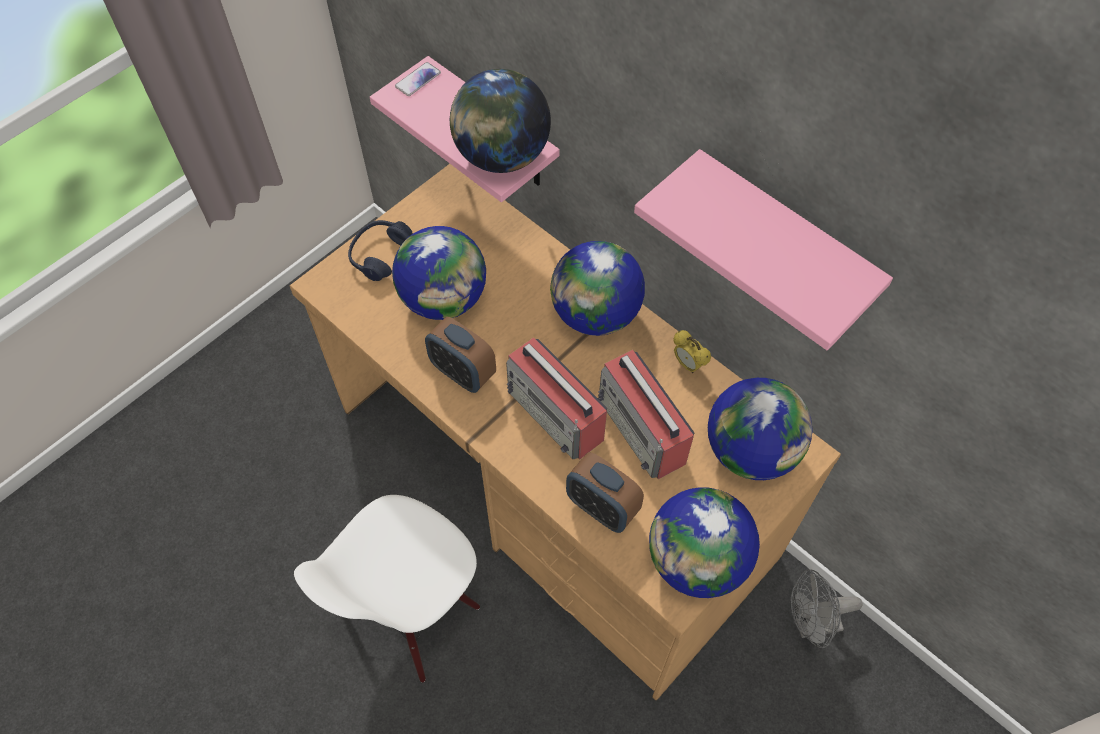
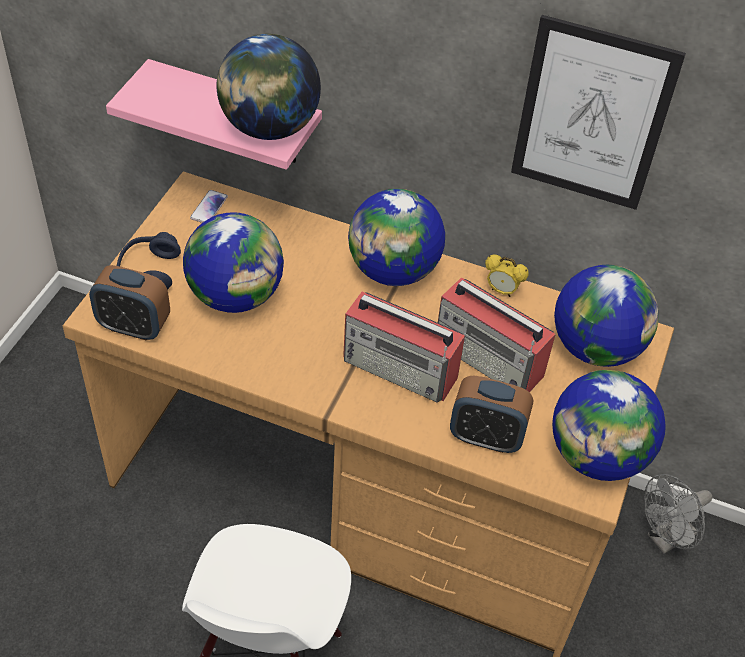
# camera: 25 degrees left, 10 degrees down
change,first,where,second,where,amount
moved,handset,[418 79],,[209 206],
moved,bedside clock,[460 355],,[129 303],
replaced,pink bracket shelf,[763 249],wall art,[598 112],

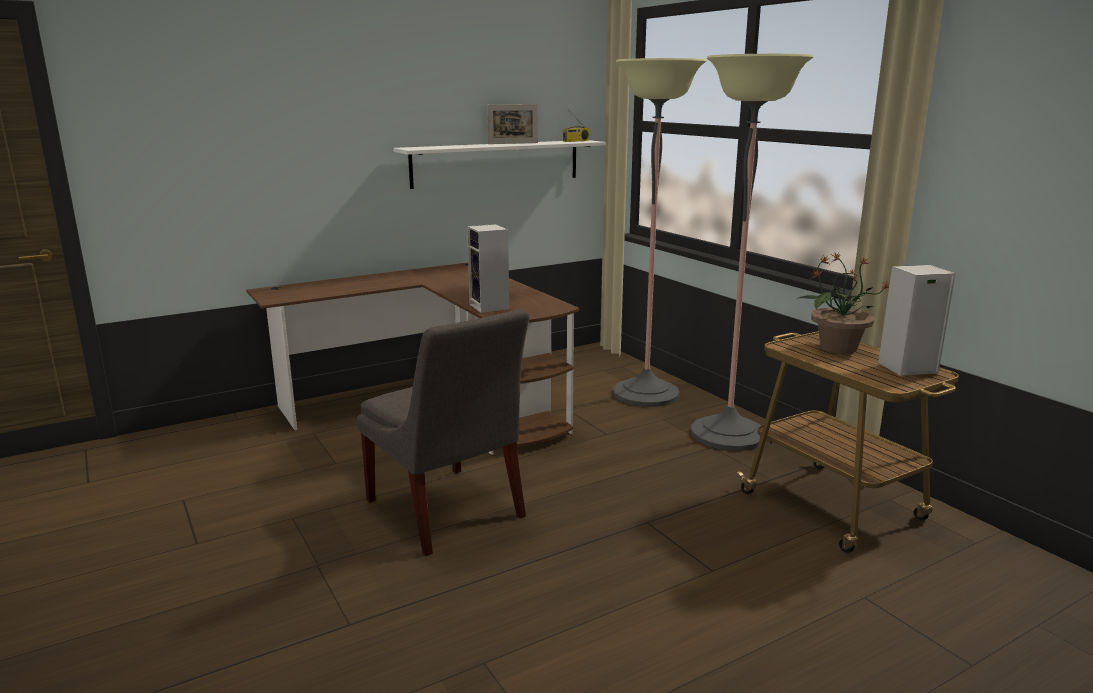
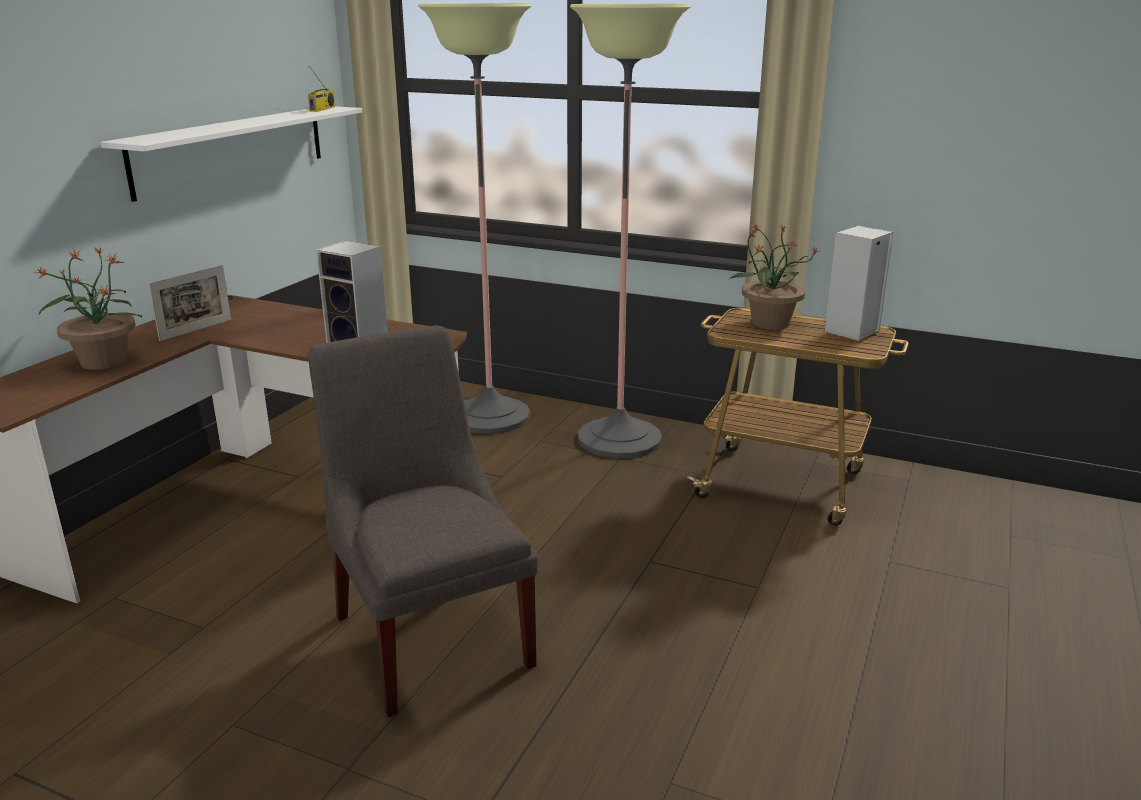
# camera: 35 degrees left, 5 degrees up
change,first,where,second,where,amount
turned,grey upright chair,[443 432],,[423 521],135 degrees counterclockwise
moved,standing frame,[512 124],,[189 303],
added,,,houseplant,[88 308],

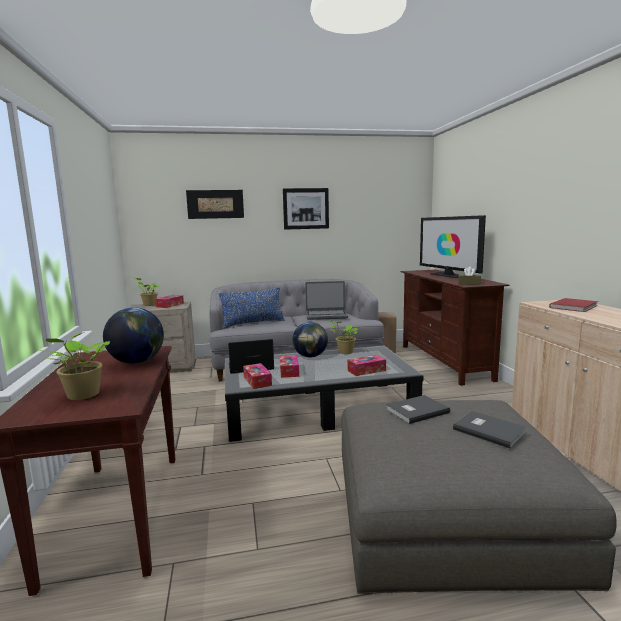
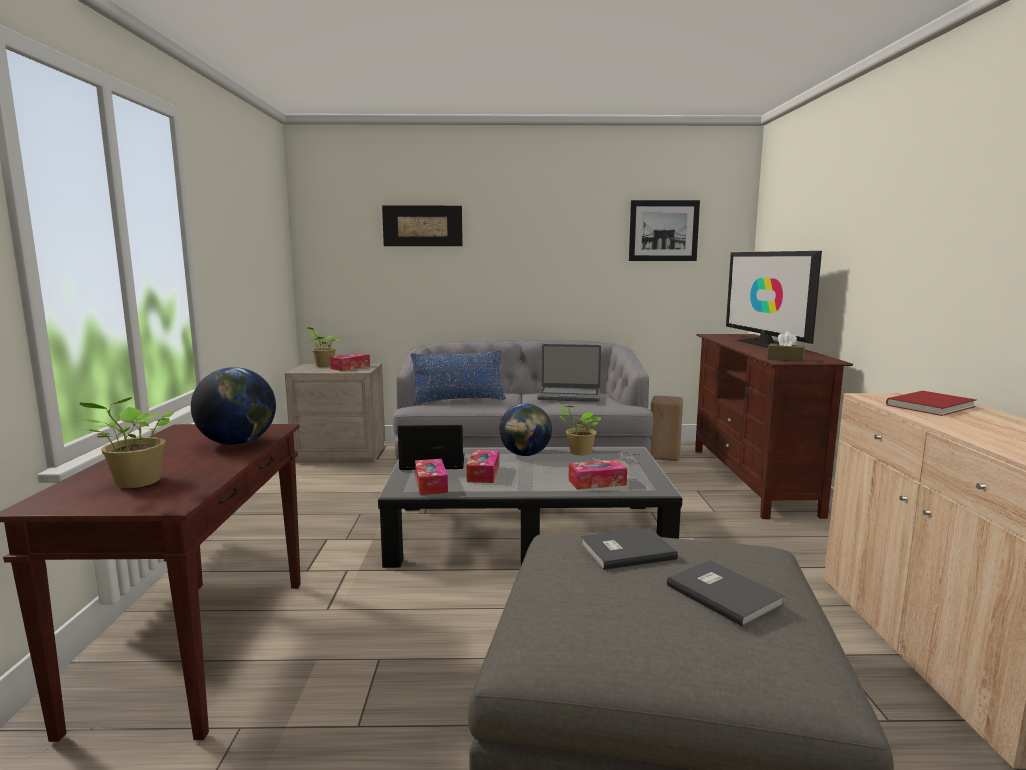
# camera: 10 degrees right, 0 degrees up
change,first,where,second,where,amount
moved,wall art,[306 209],,[664 230],

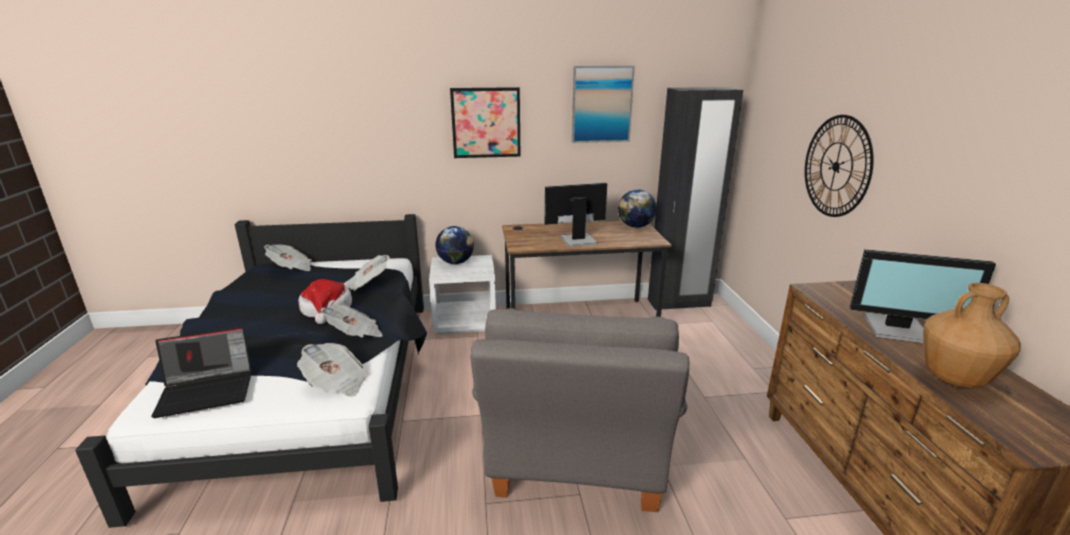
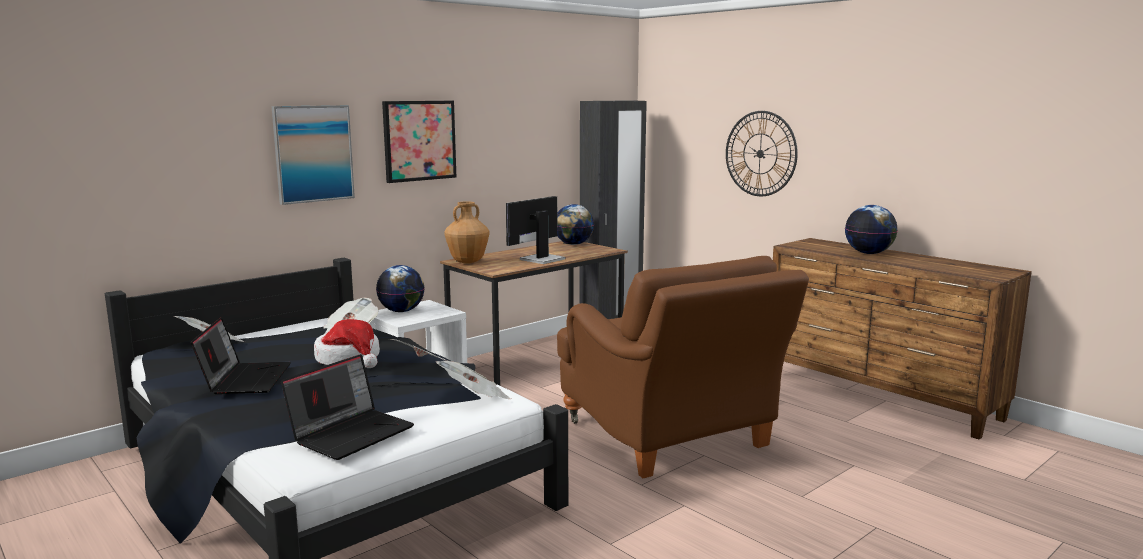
# camera: 35 degrees left, 10 degrees down
change,first,where,second,where,amount
recoloured,grey easy chair,[580 410],brown easy chair,[683 367],
moved,wall art,[603 104],,[313 155],
replaced,computer display,[923 296],globe,[871 229],
moved,brown decorative vase,[972 335],,[466 232],
added,,,laptop,[241 355],

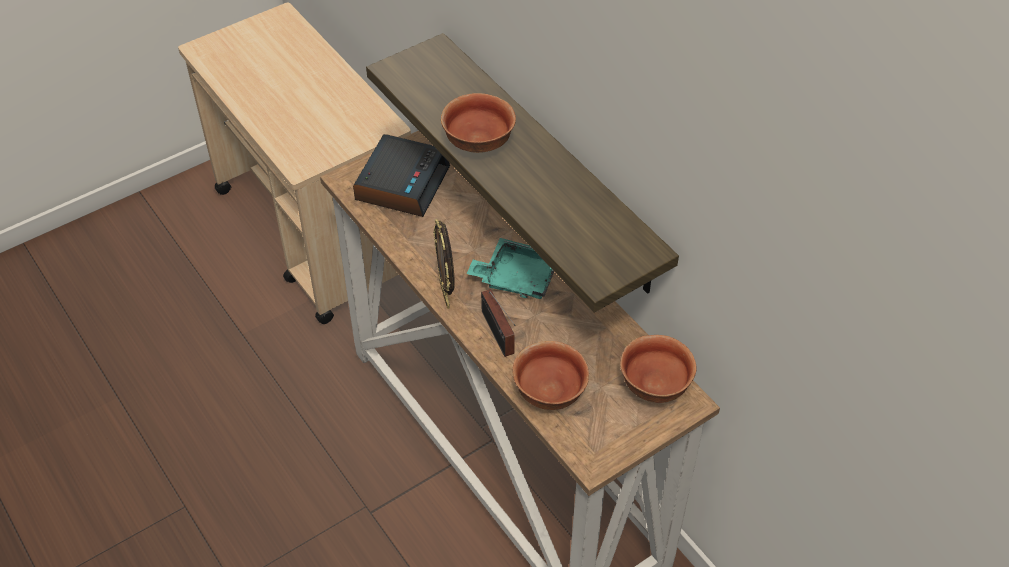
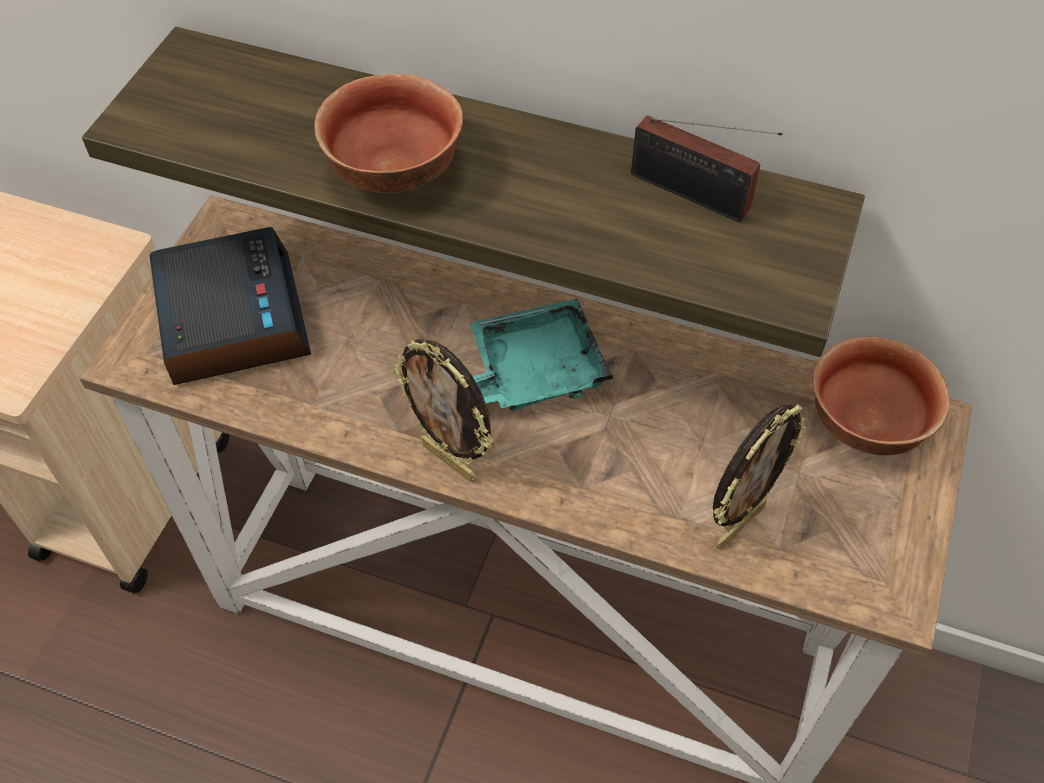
# camera: 35 degrees left, 5 degrees up
change,first,where,second,where,amount
moved,radio receiver,[498 323],,[707 168],
replaced,deep dish,[551 375],standing frame,[760 476],

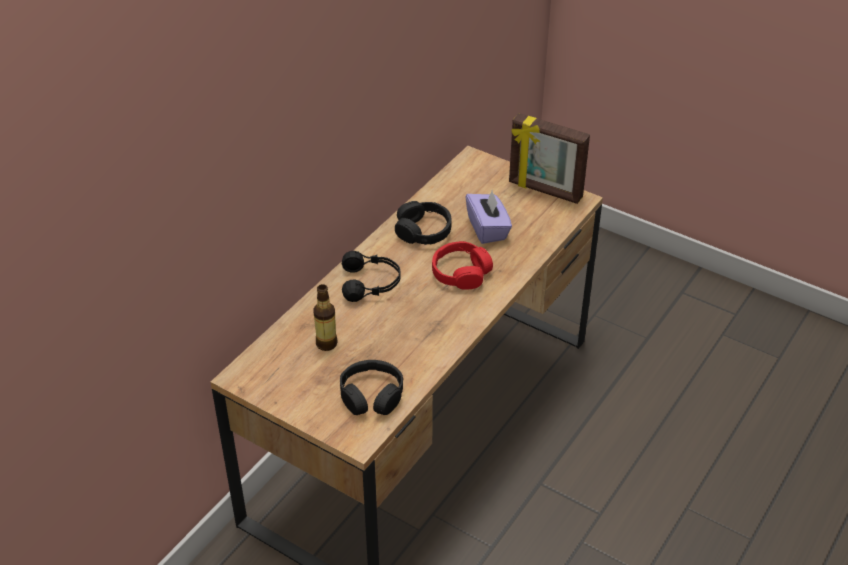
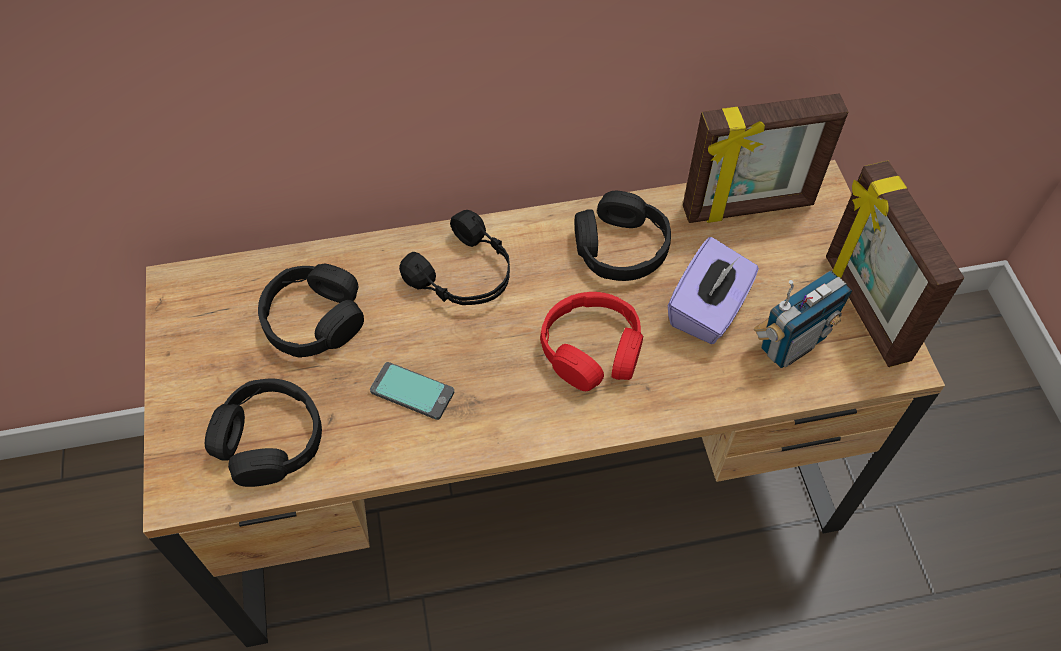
# camera: 45 degrees right, 15 degrees up
change,first,where,second,where,amount
replaced,bottle,[325 317],black headset,[311 311],
added,,,handset,[412 391],
added,,,standing frame,[765 158],
added,,,radio receiver,[803 319],

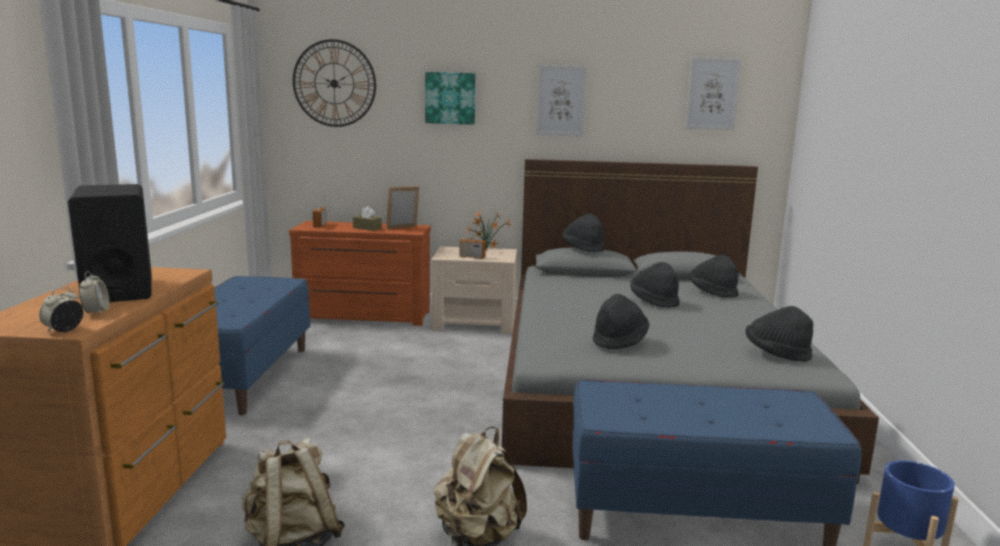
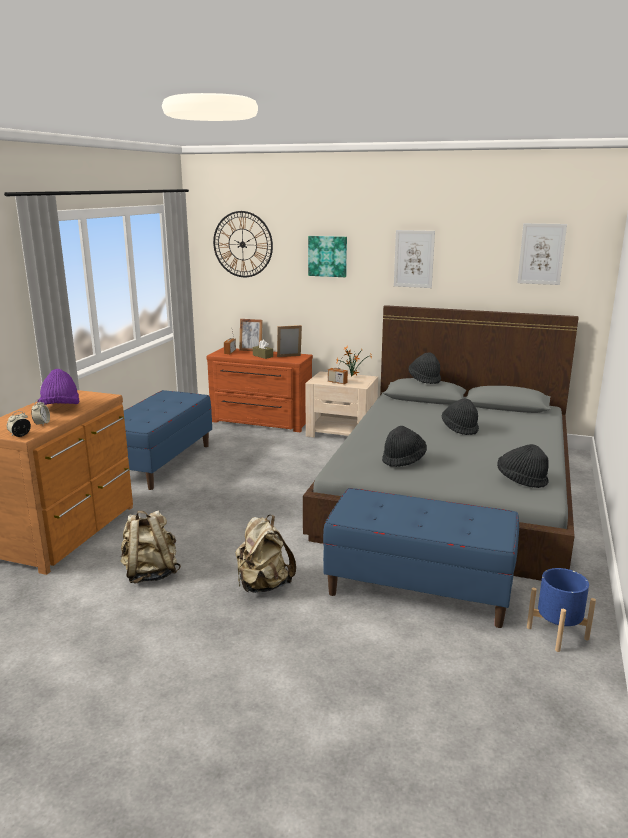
# camera: 15 degrees right, 5 degrees up
change,first,where,second,where,amount
replaced,black audio speaker,[110 243],purple hat,[58 387],
removed,black hat,[714 276],,,
added,,,standing frame,[251 335],

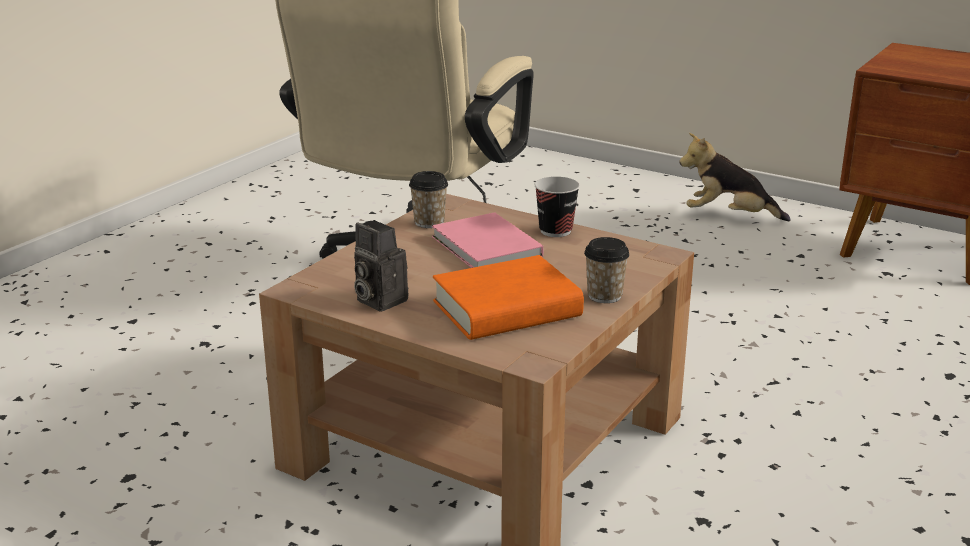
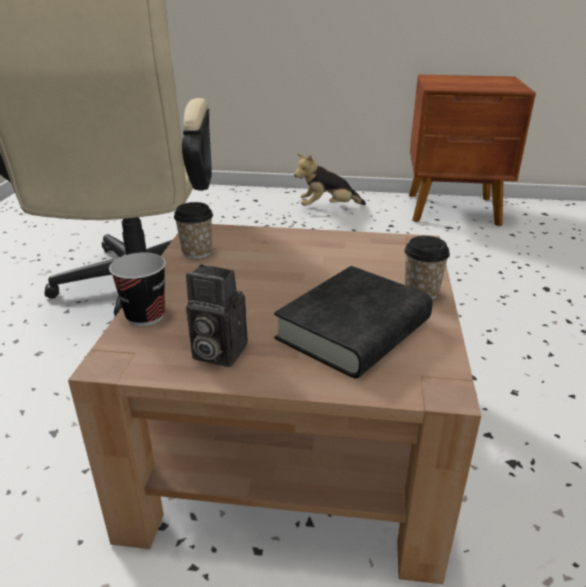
# camera: 25 degrees left, 5 degrees up
change,first,where,second,where,amount
removed,pink volume,[487 240],,,
recoloured,orangey volume,[508 297],black volume,[353 322],
moved,drinking cup,[557 207],,[137 289],

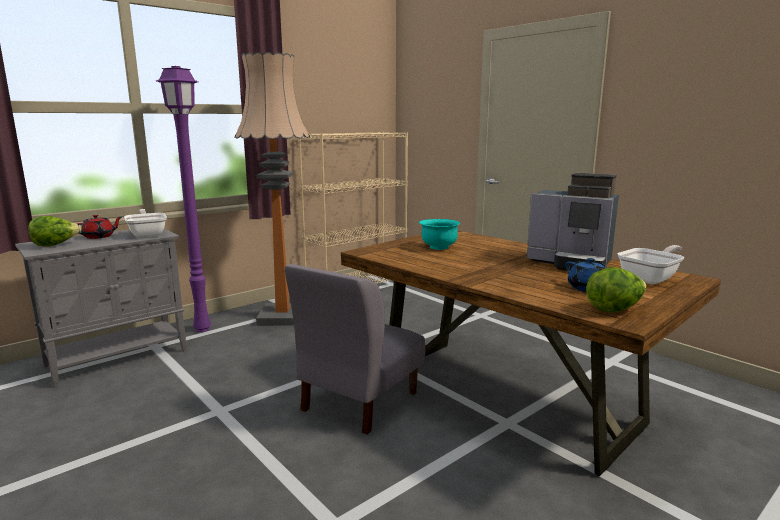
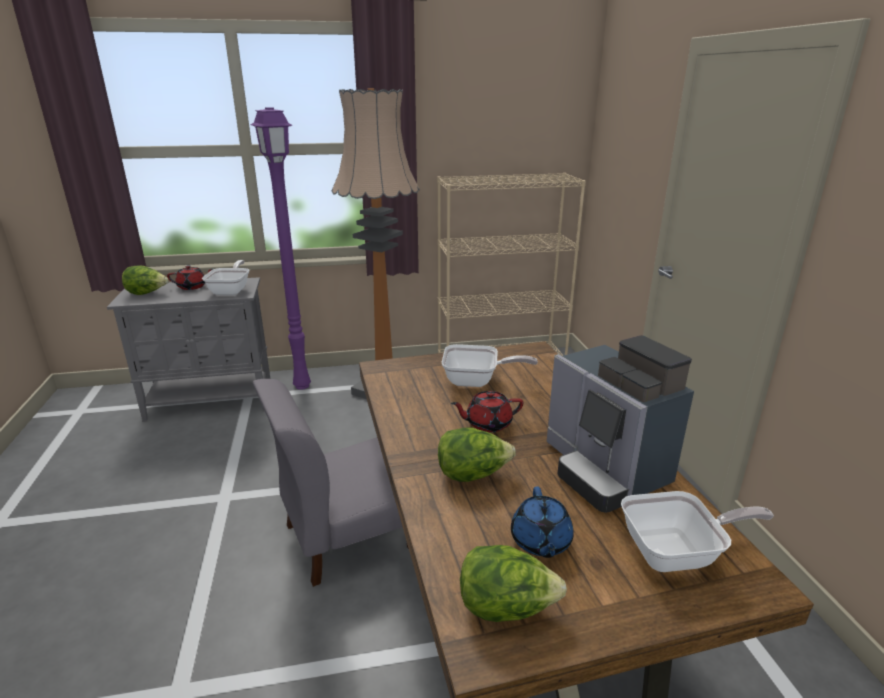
# camera: 30 degrees right, 10 degrees up
change,first,where,second,where,amount
replaced,blue-green deep dish,[439 234],skillet,[490 365],
added,,,lettuce head,[477 455],
added,,,red teapot,[487 411],

